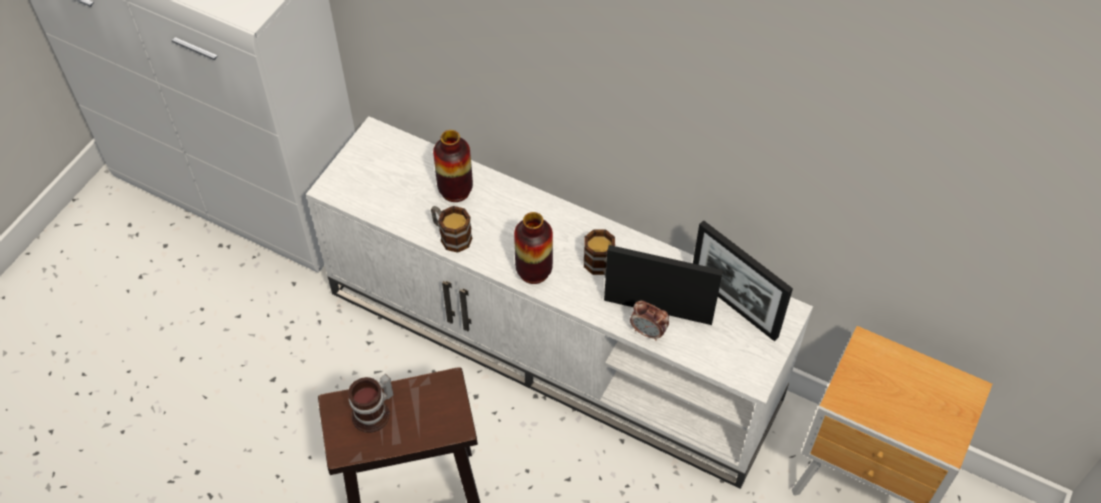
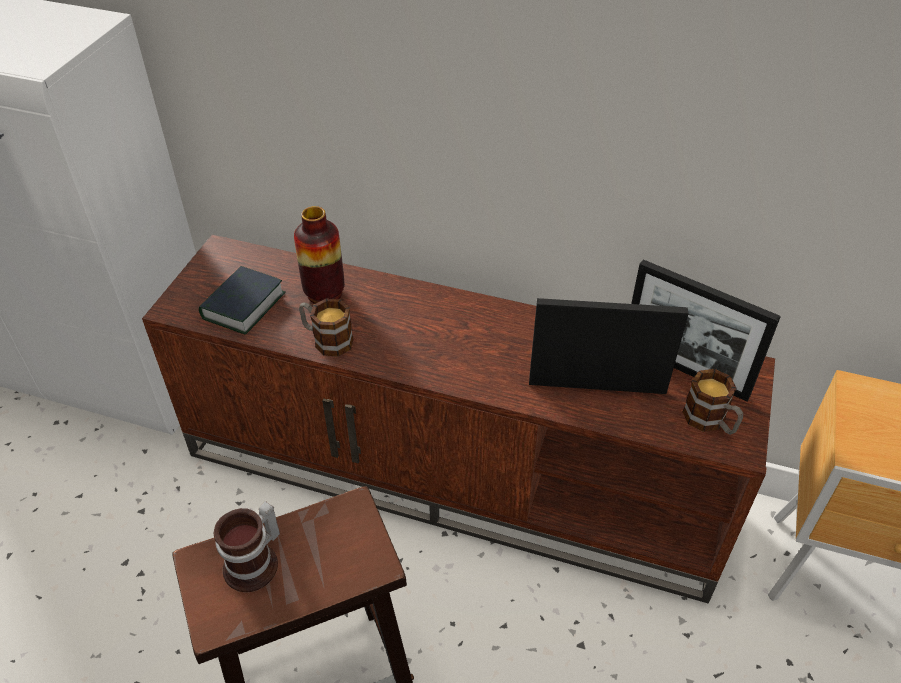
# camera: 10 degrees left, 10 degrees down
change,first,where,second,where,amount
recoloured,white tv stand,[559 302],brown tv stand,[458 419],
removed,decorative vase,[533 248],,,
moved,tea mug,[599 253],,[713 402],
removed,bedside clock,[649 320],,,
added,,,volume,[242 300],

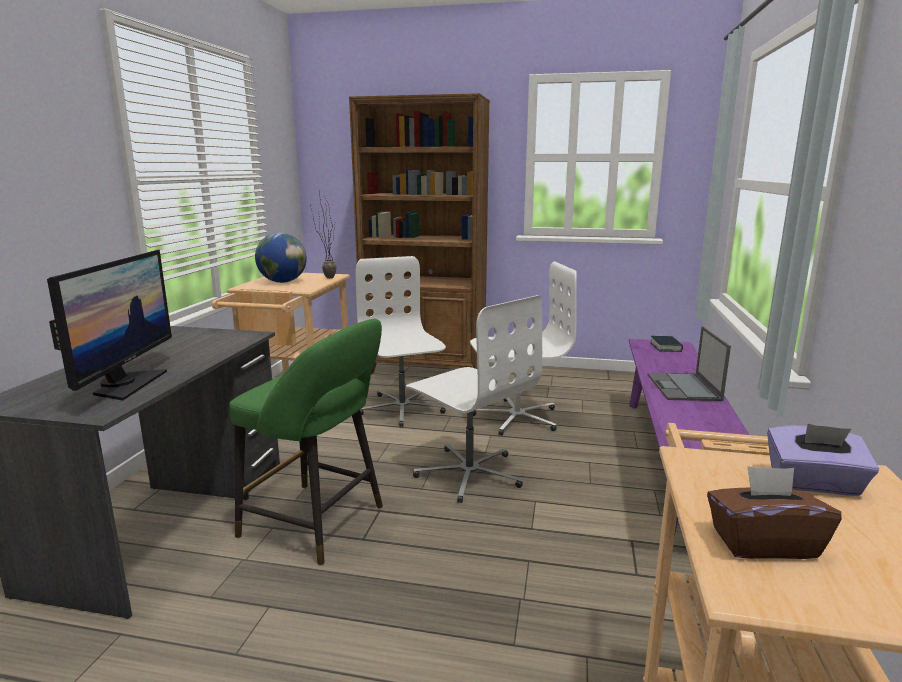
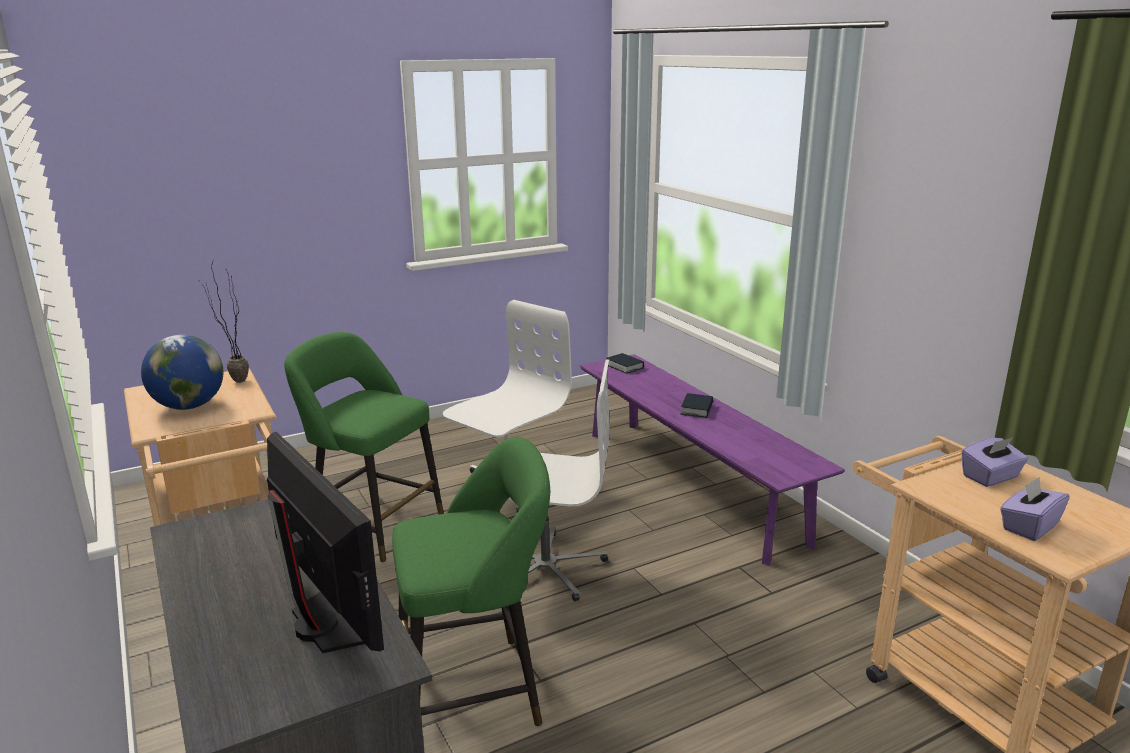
# camera: 40 degrees left, 5 degrees up
change,first,where,second,where,amount
removed,brown shelving unit,[419 234],,,
replaced,white computer chair,[400 341],greenish stool seat,[364 447],
replaced,laptop,[689 363],volume,[696 405],
recoloured,brown tissue holder,[774 512],purple tissue holder,[1035 509],

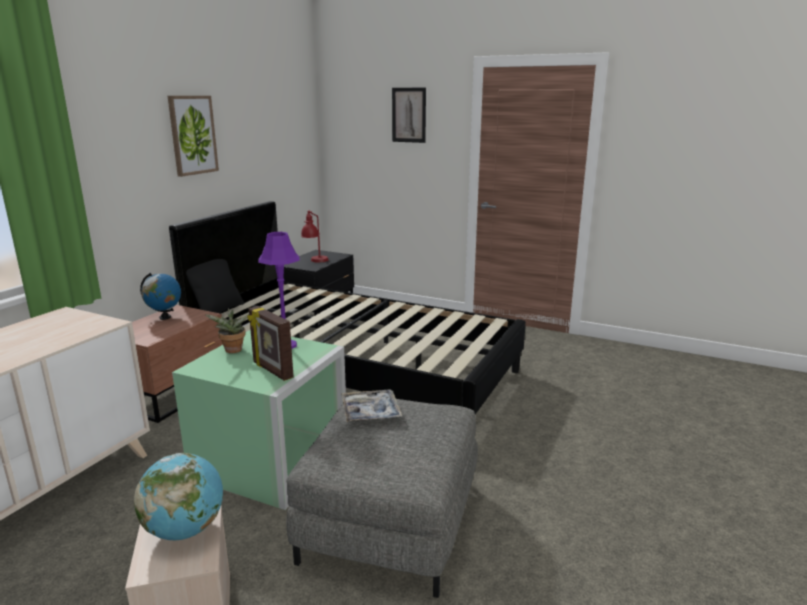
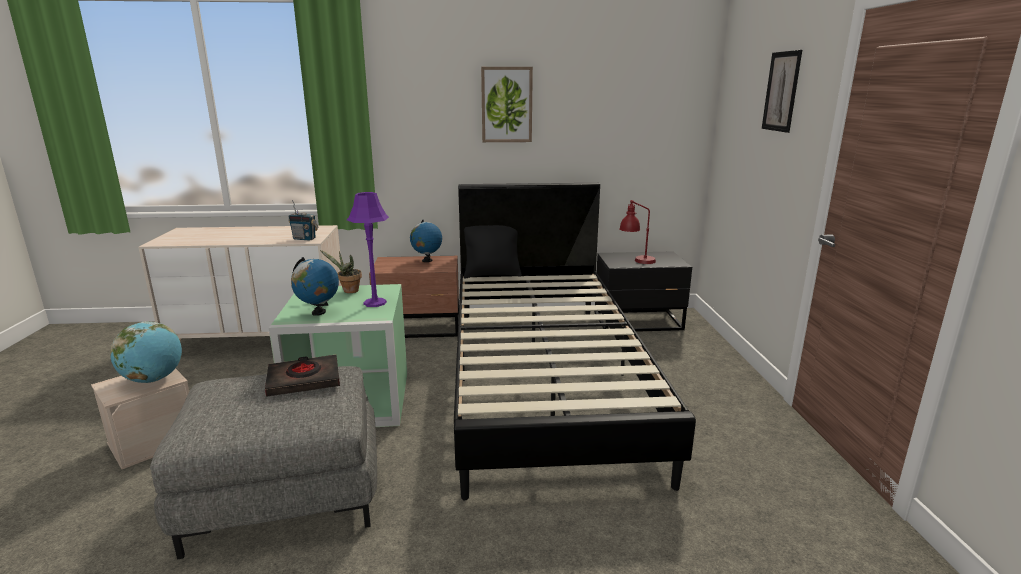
# camera: 60 degrees right, 0 degrees up
change,first,where,second,where,amount
replaced,standing frame,[270 343],globe,[315 286],
replaced,tray,[371 406],black volume,[302 376],
added,,,radio receiver,[303 220],

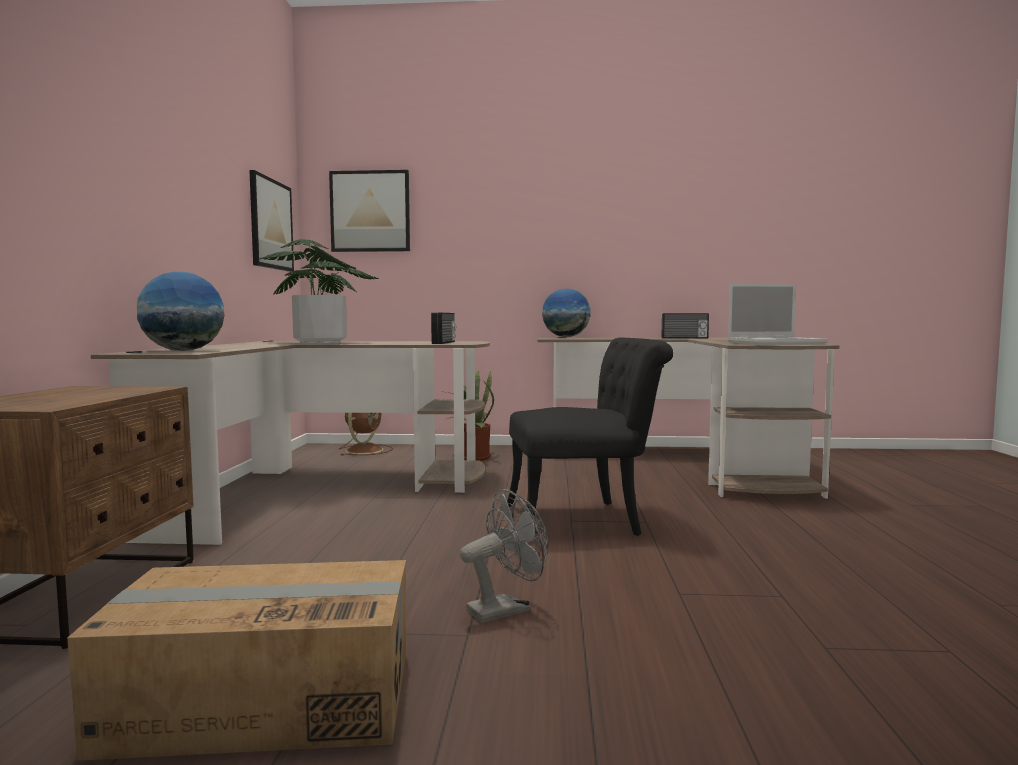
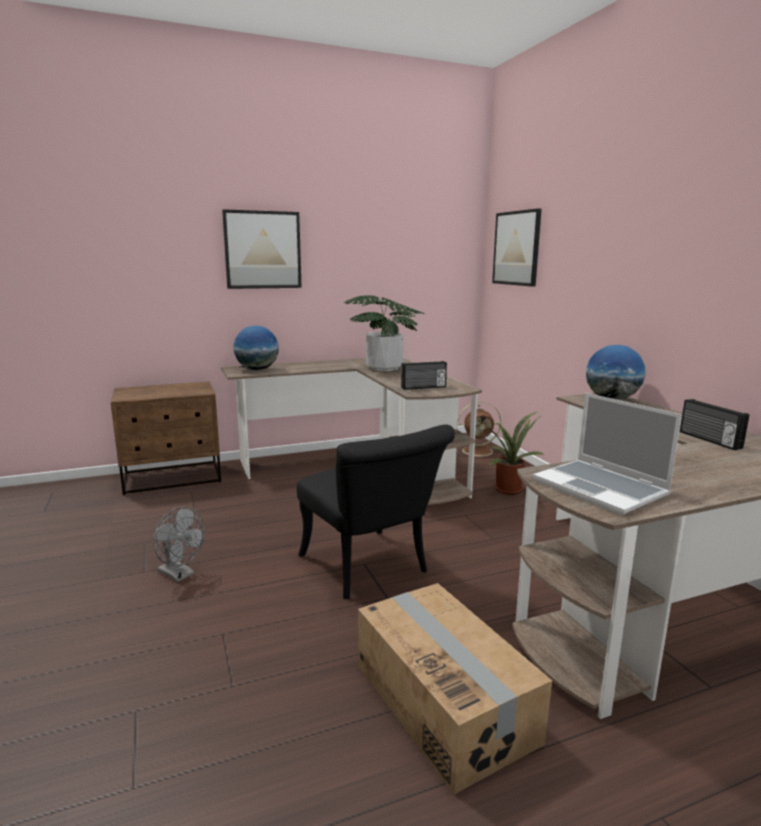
# camera: 65 degrees right, 10 degrees up
change,first,where,second,where,amount
moved,cardboard box,[236 660],,[455 689],
moved,wall art,[271 221],,[262 249],

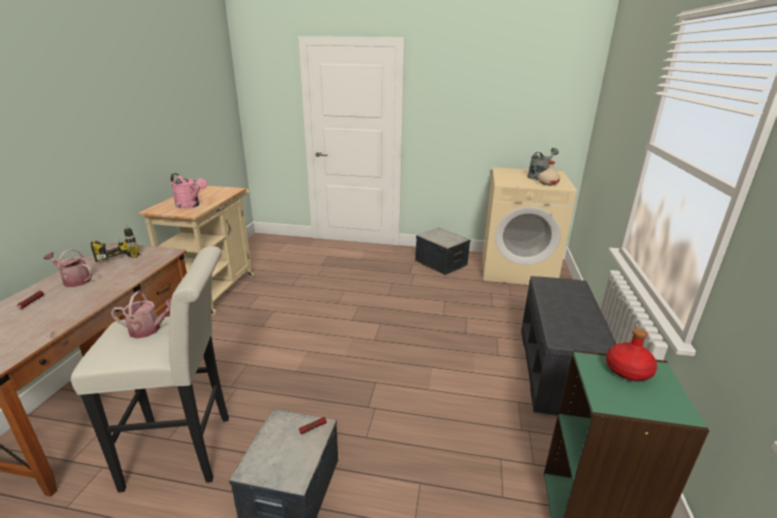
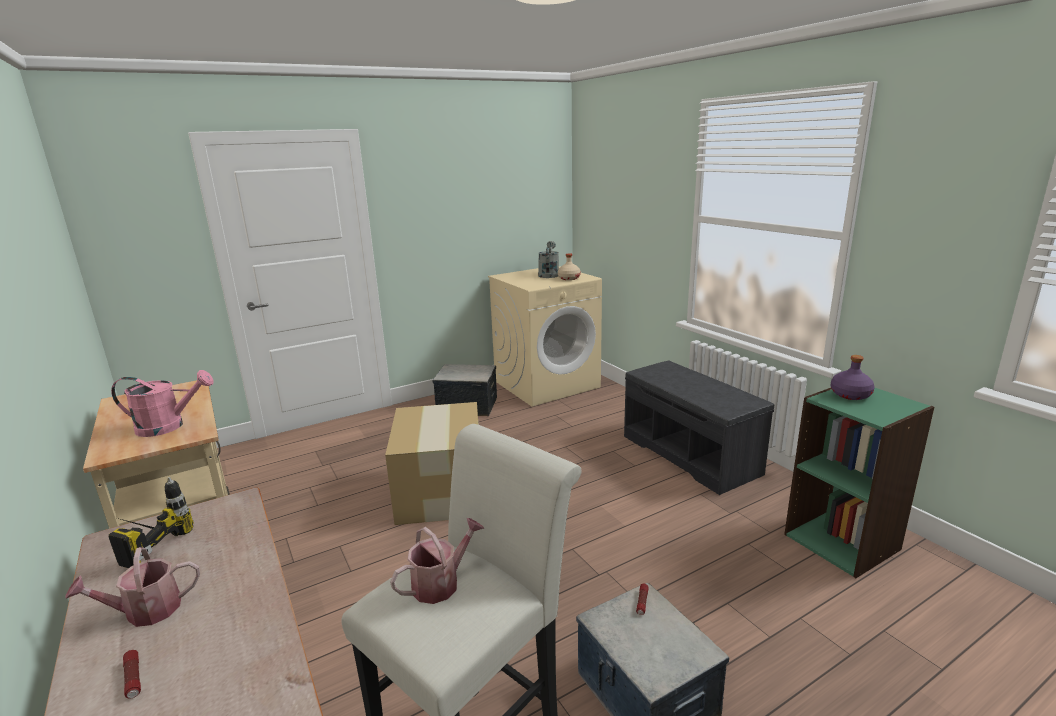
# camera: 40 degrees left, 5 degrees down
change,first,where,second,where,amount
recoloured,red bottle,[631 354],purple bottle,[853 377],
added,,,cardboard box,[432 463],

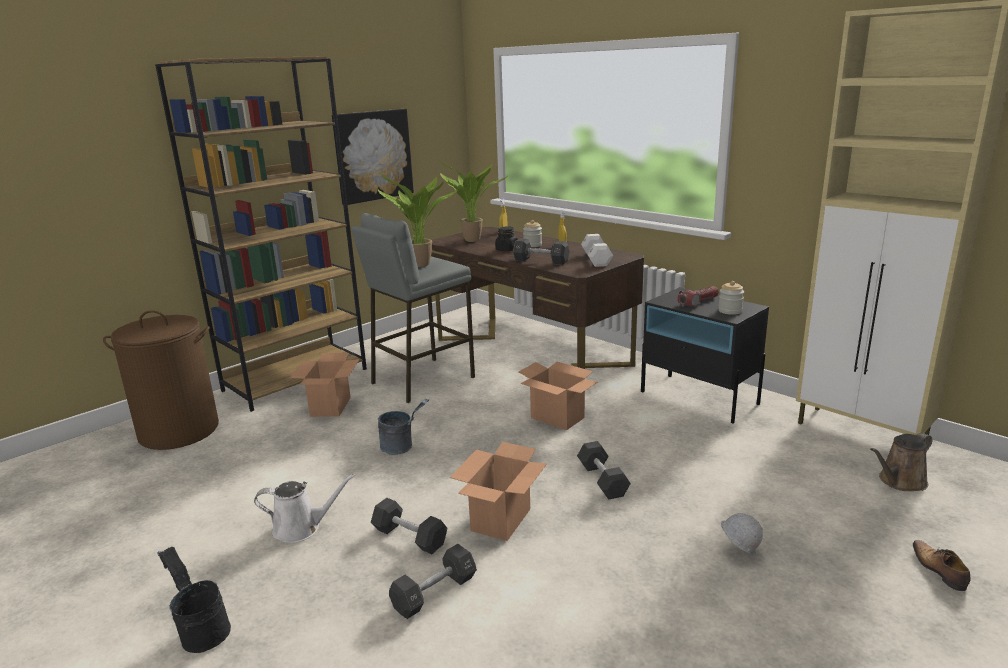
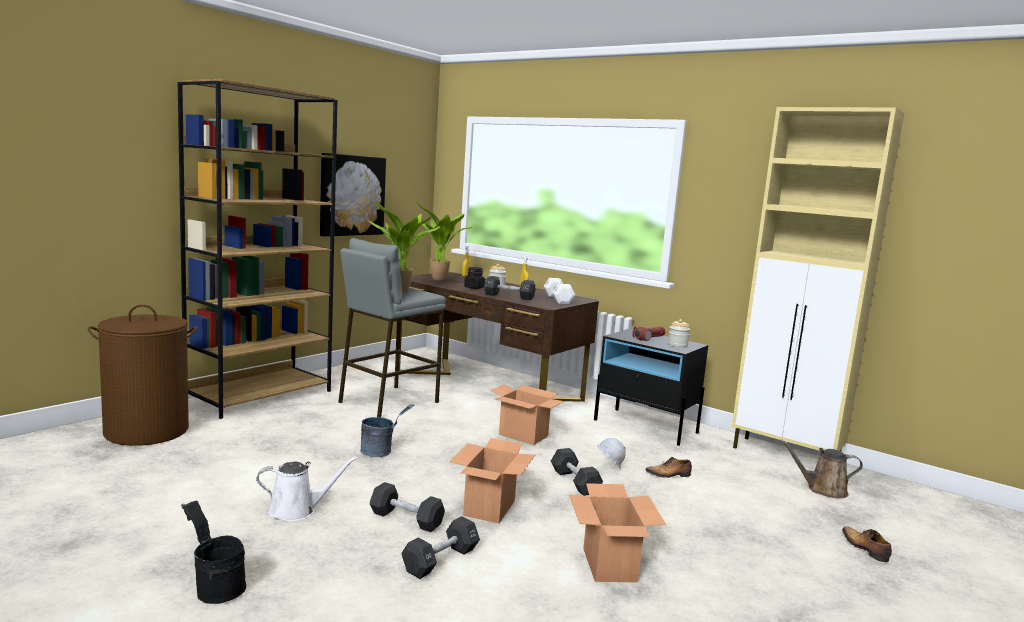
# camera: 10 degrees left, 10 degrees down
change,first,where,second,where,amount
moved,cardboard box,[325 385],,[617 532],
moved,white work helmet,[742 533],,[611 453],
turned,brown watering pot,[901 462],,[821 469],45 degrees clockwise
added,,,low shoe,[668 467],

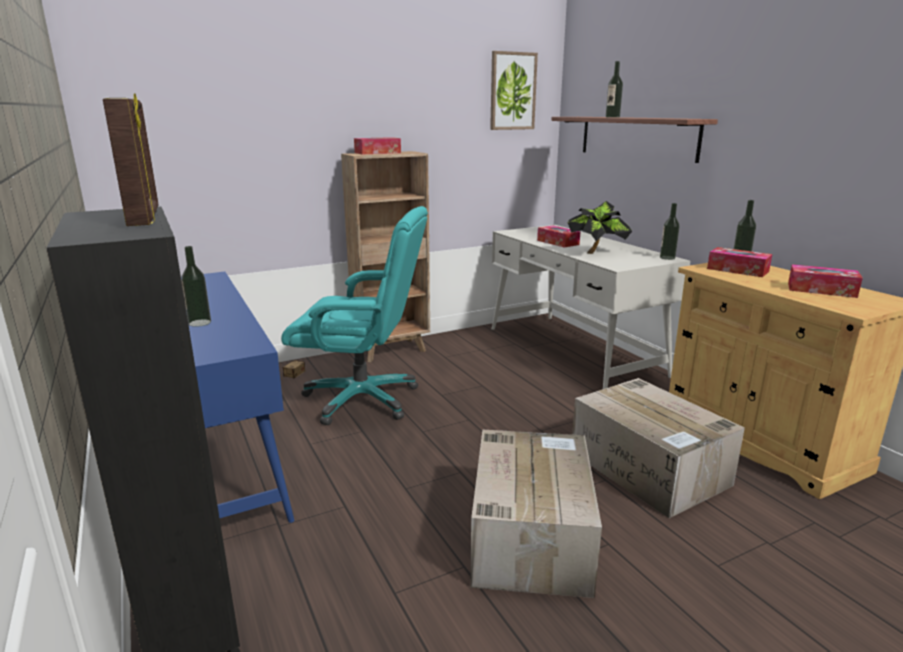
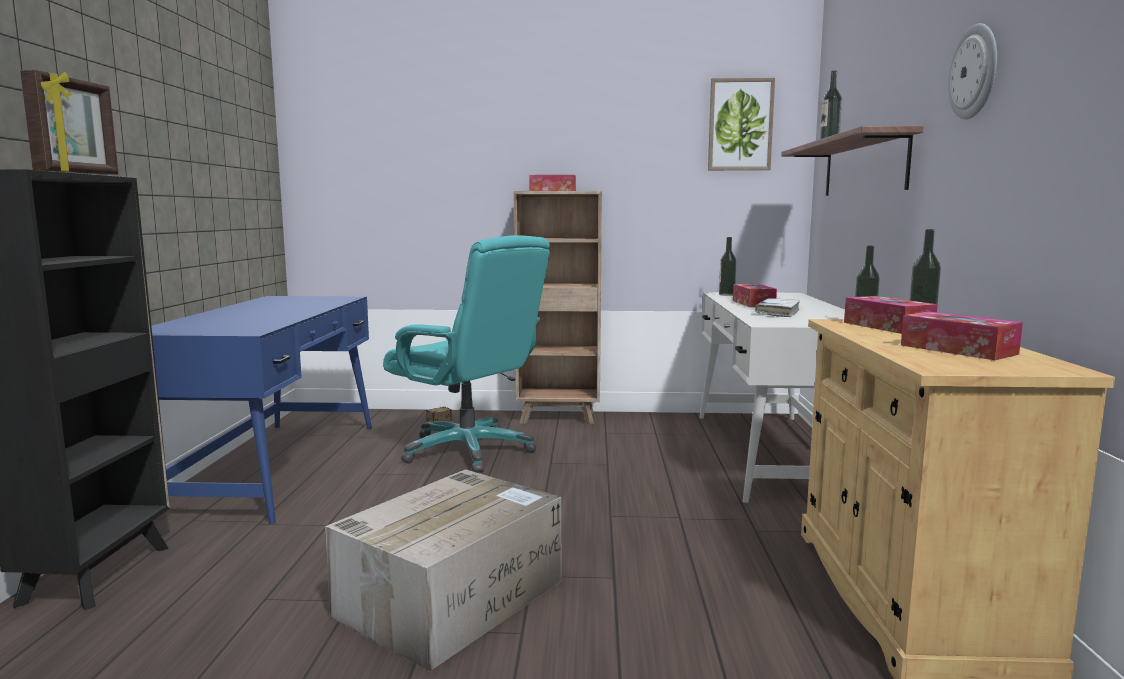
# camera: 30 degrees right, 10 degrees down
change,first,where,second,where,amount
moved,bottle,[196 286],,[727 266],
replaced,houseplant,[600 227],white volume,[777 307],
removed,cardboard box,[658 448],,,
added,,,clock on the wall,[972 71],

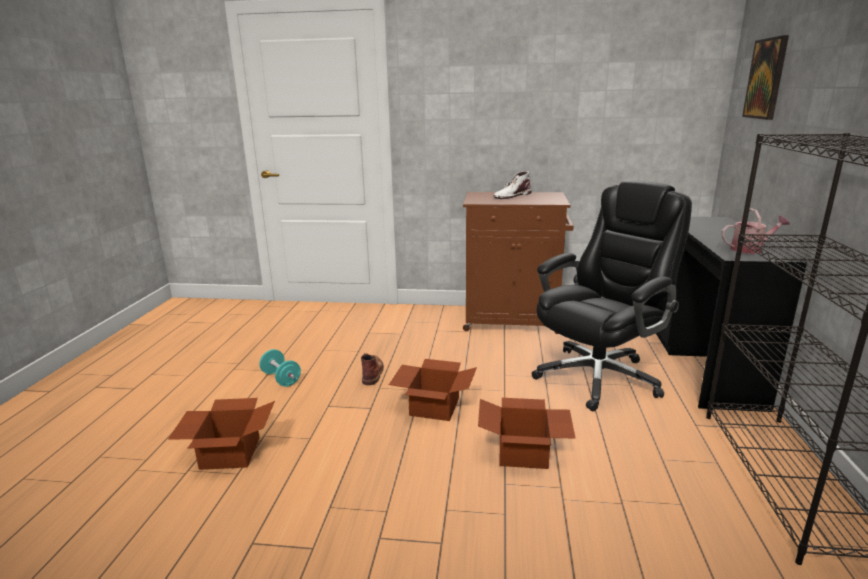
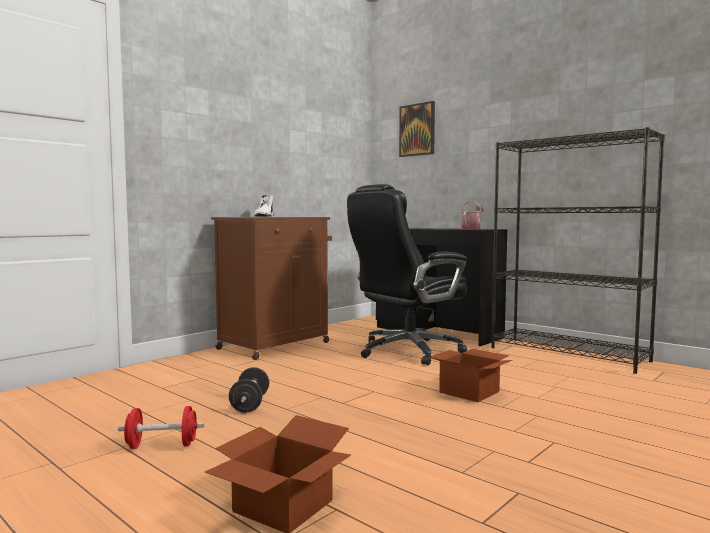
# camera: 55 degrees left, 15 degrees down
change,first,where,second,where,amount
recoloured,blue-green dumbbell,[280 368],red dumbbell,[161 427],
replaced,brown high-top boot,[372 369],black dumbbell,[249 390],
removed,cardboard box,[433 390],,,
turned,black computer chair,[611 295],,[407 274],120 degrees counterclockwise

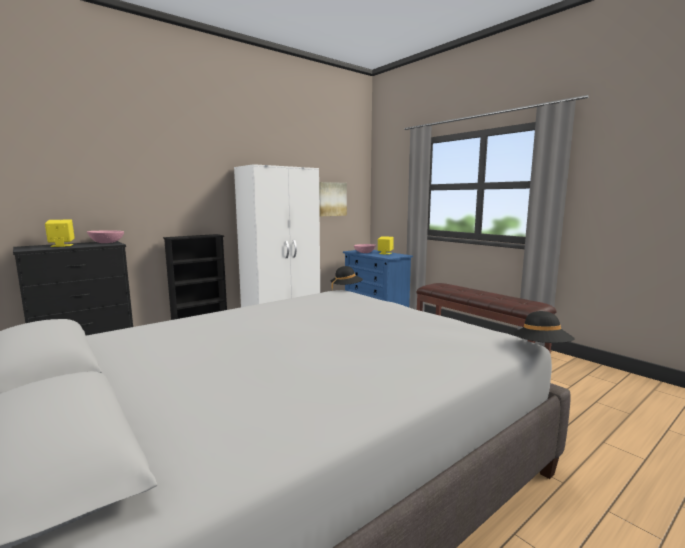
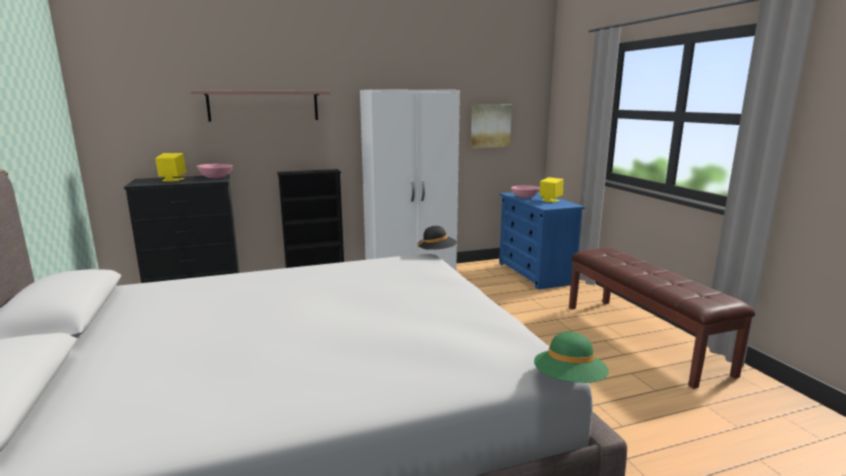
# camera: 20 degrees right, 5 degrees up
change,first,where,second,where,amount
recoloured,black hat,[544 327],greenish hat,[571 357],
added,,,bracket shelf,[260 106],

